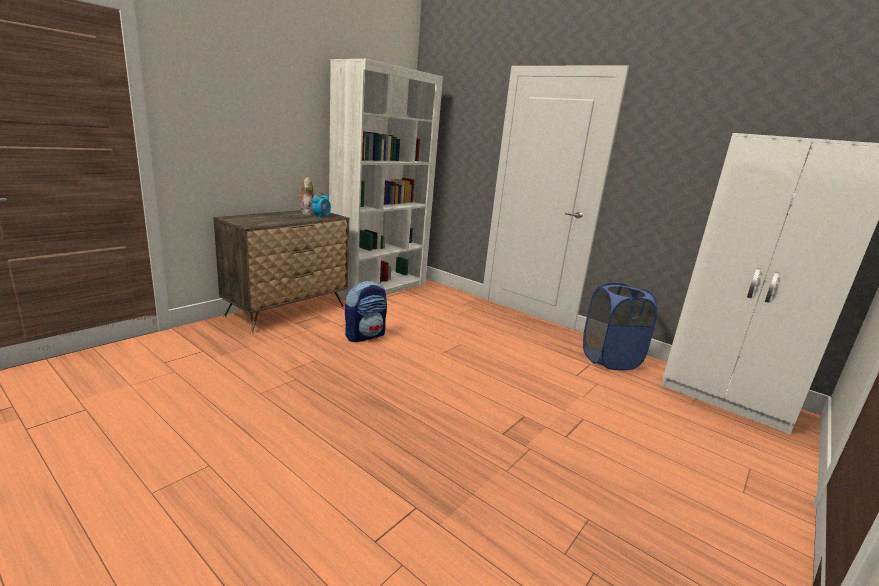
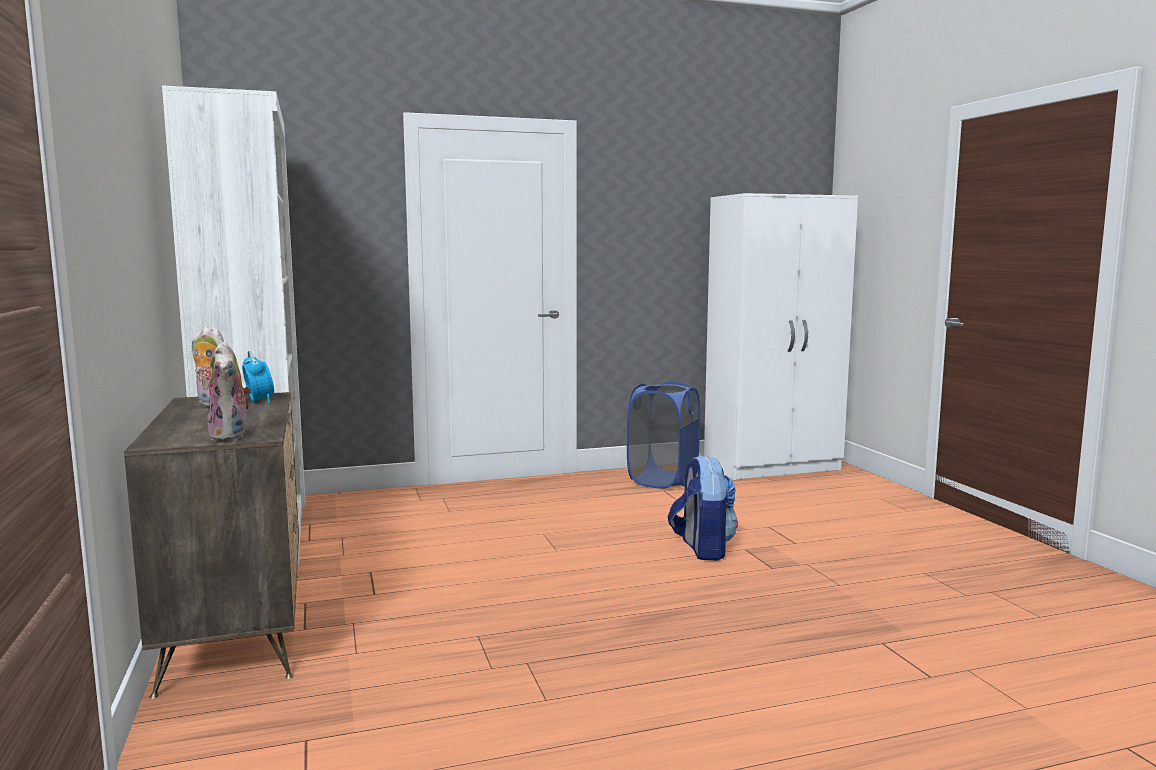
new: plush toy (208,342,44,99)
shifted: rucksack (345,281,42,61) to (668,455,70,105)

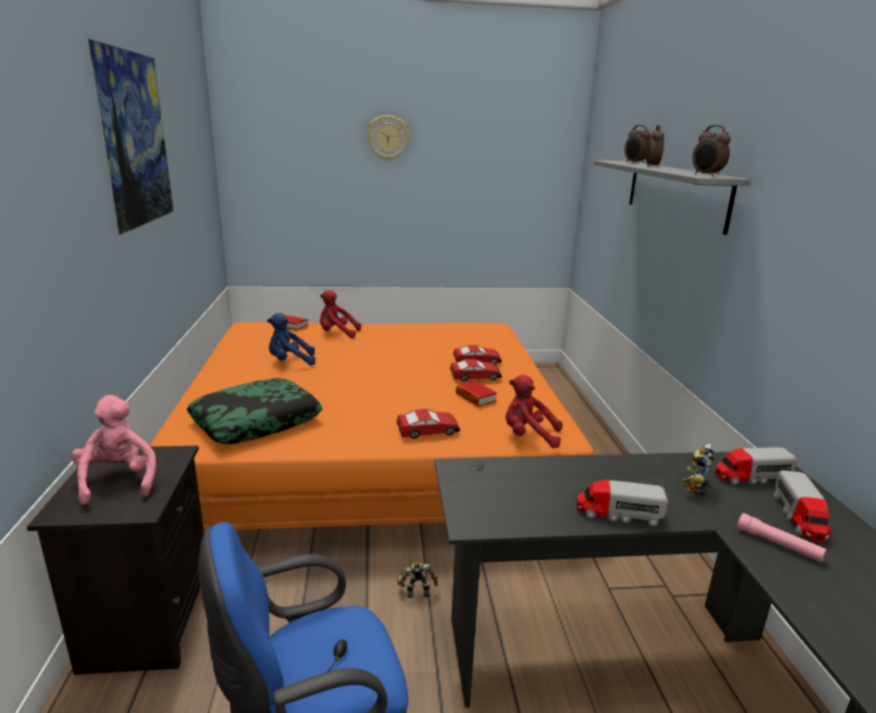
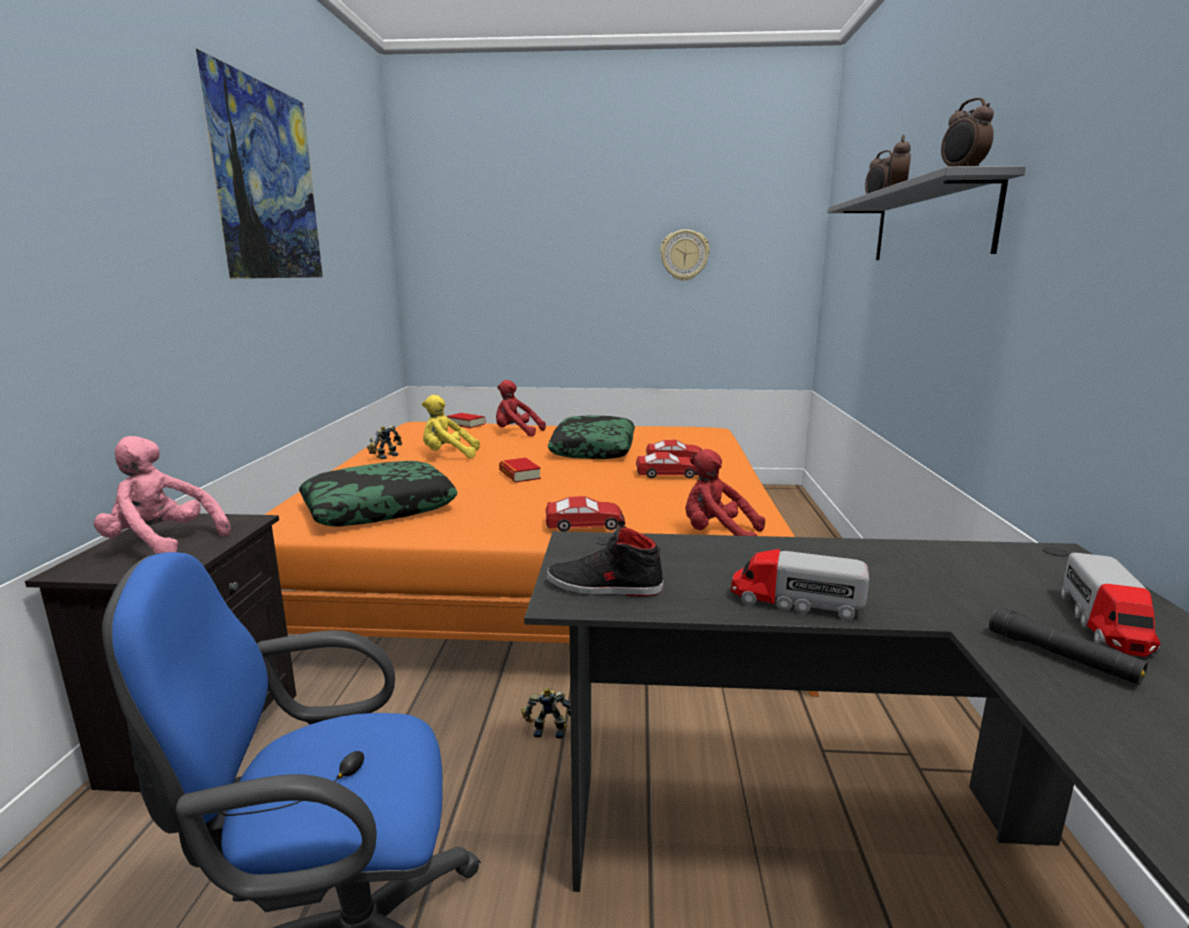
gone: toy lorry (715,447,82,38)
new: cushion (548,415,87,44); black-coloured low shoe (547,525,117,71)
shifted: clock on the wall (367,115,42,45) to (660,229,50,52); volume (456,381,41,26) to (499,458,42,25); toy robot (681,443,33,53) to (367,425,35,34)
repainted: blue plush toy (267,313,49,52) to yellowish plush toy (422,395,58,63); pink-coloured hand torch (737,513,89,49) to black-coloured hand torch (989,606,159,79)
rotated: pink-coloured plush toy (71,395,85,110) = (94,436,136,117) 60 degrees counterclockwise

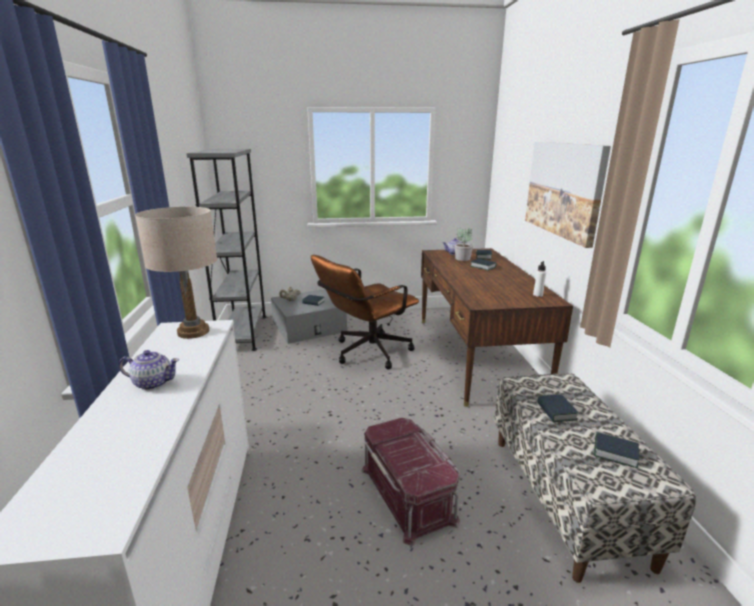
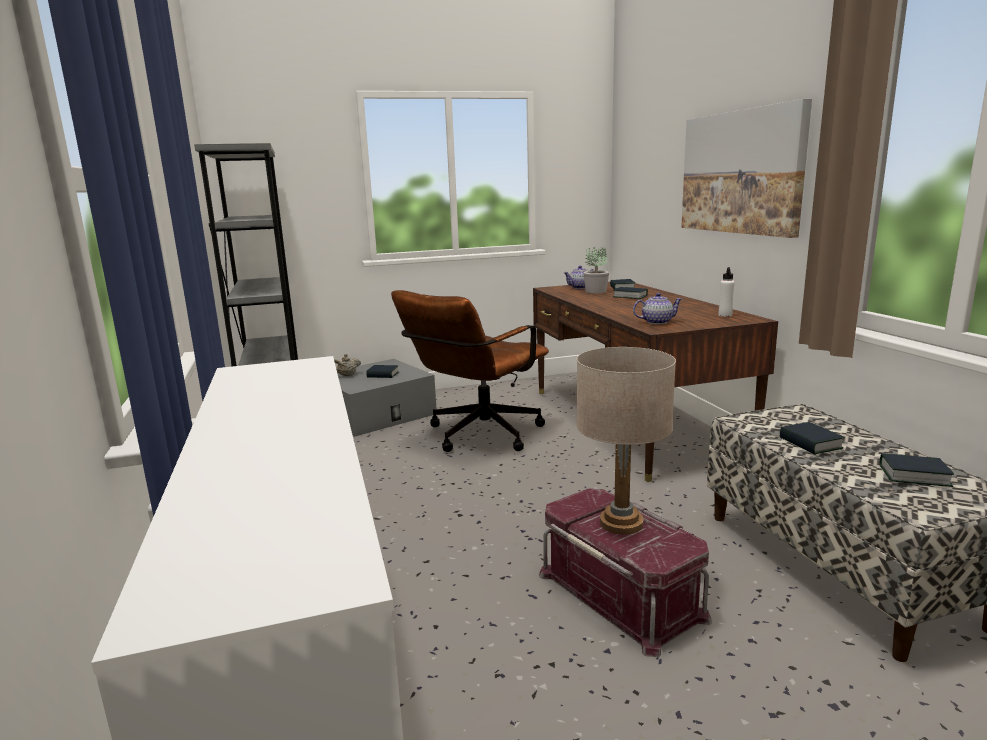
shifted: beige lamp for a table (135,207,82,132) to (576,347,100,188); teapot (119,350,60,40) to (633,293,49,31)

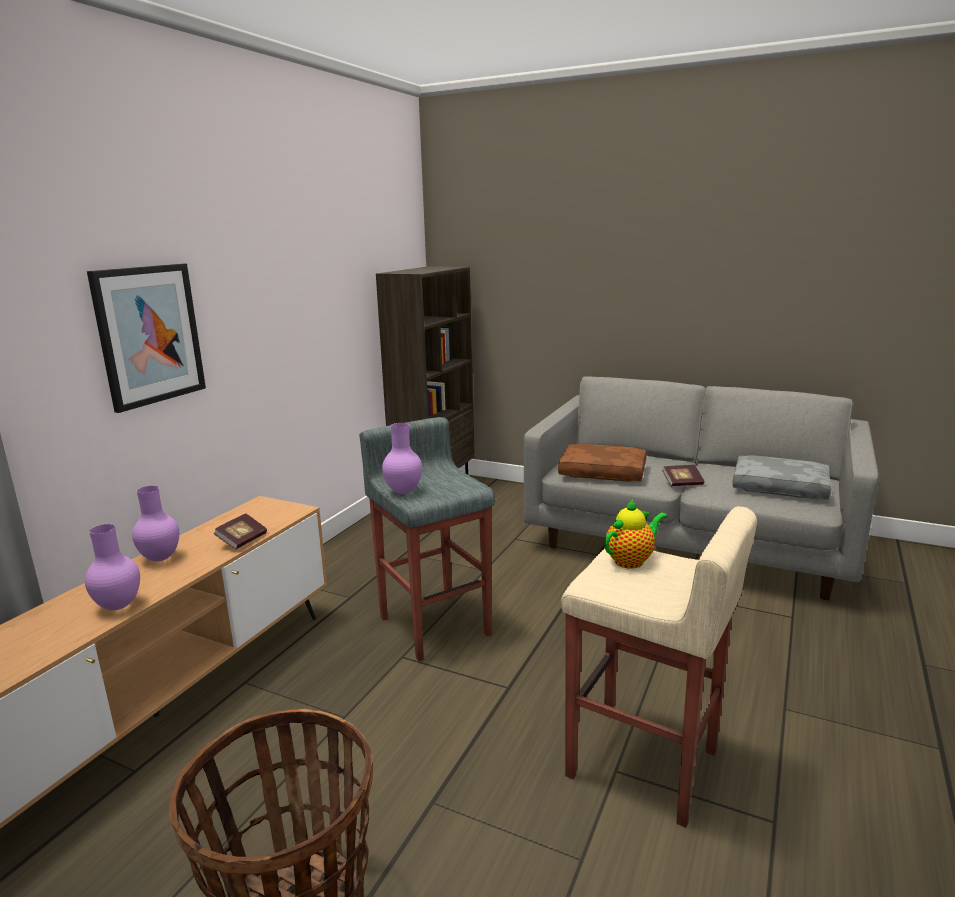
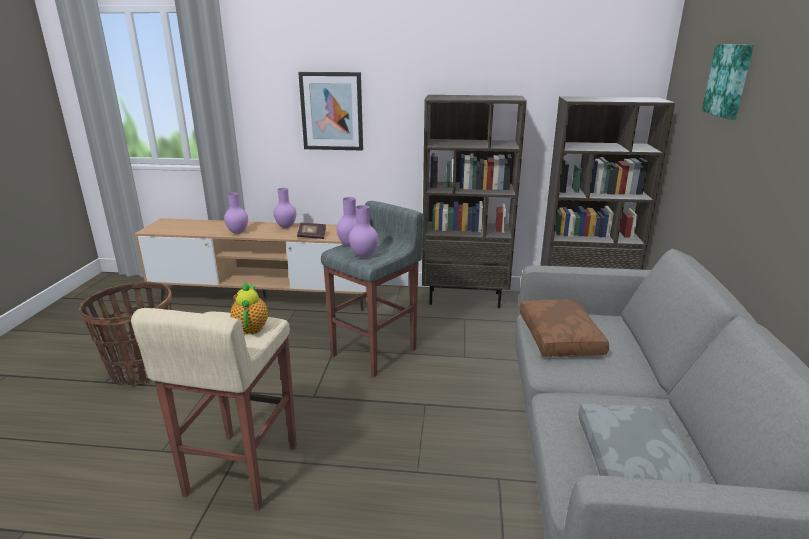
gone: volume (662,465,42,21)
new: wall art (702,44,52,75); brownish bookshelf (422,95,105,213); purple-coloured vase (349,205,29,53)
rotated: teapot (605,499,63,70) = (230,282,38,53) 135 degrees counterclockwise

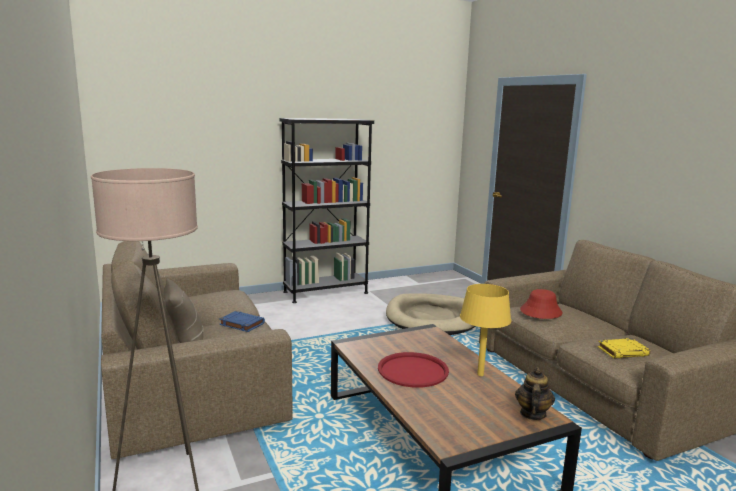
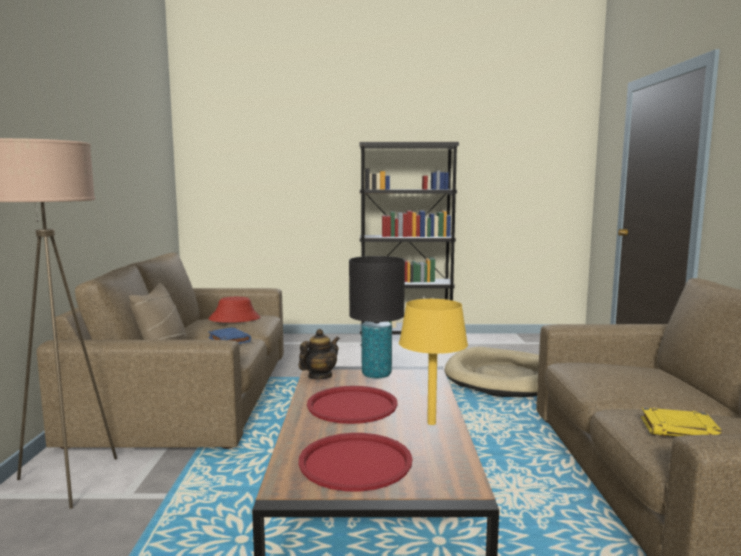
new: black-coloured lamp for a table (349,256,56,122); red-coloured serving tray (299,433,113,59)
shifted: red-coloured hat (520,289,43,30) to (208,297,53,26); teapot (515,367,40,53) to (298,329,42,50)

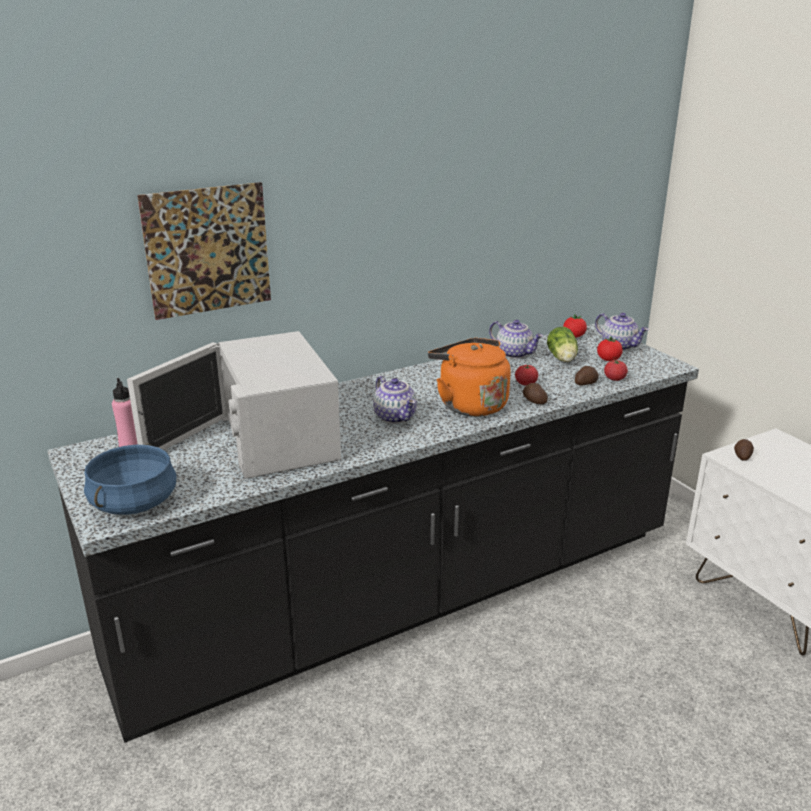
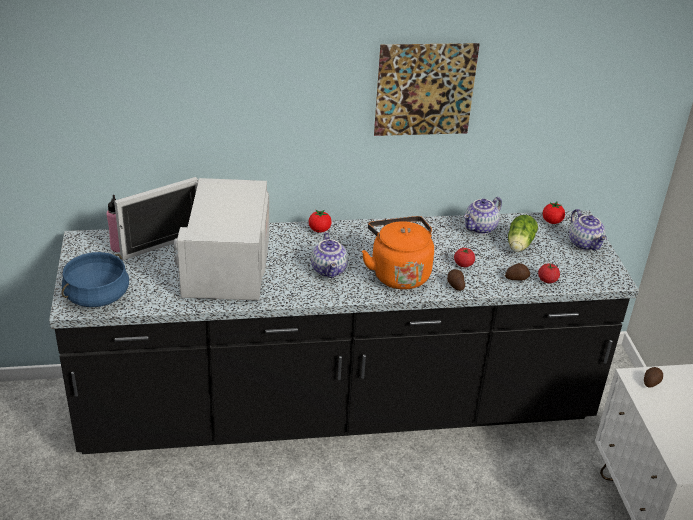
shifted: wall art (137,182,134,138) to (374,43,106,93); whole tomato (597,337,26,24) to (309,210,23,23)
rotated: teapot (489,320,54,39) = (464,197,38,37) 75 degrees clockwise

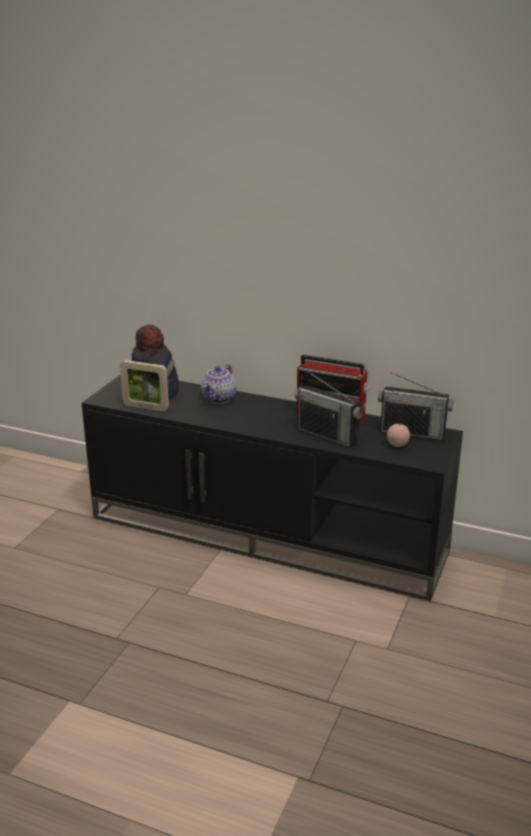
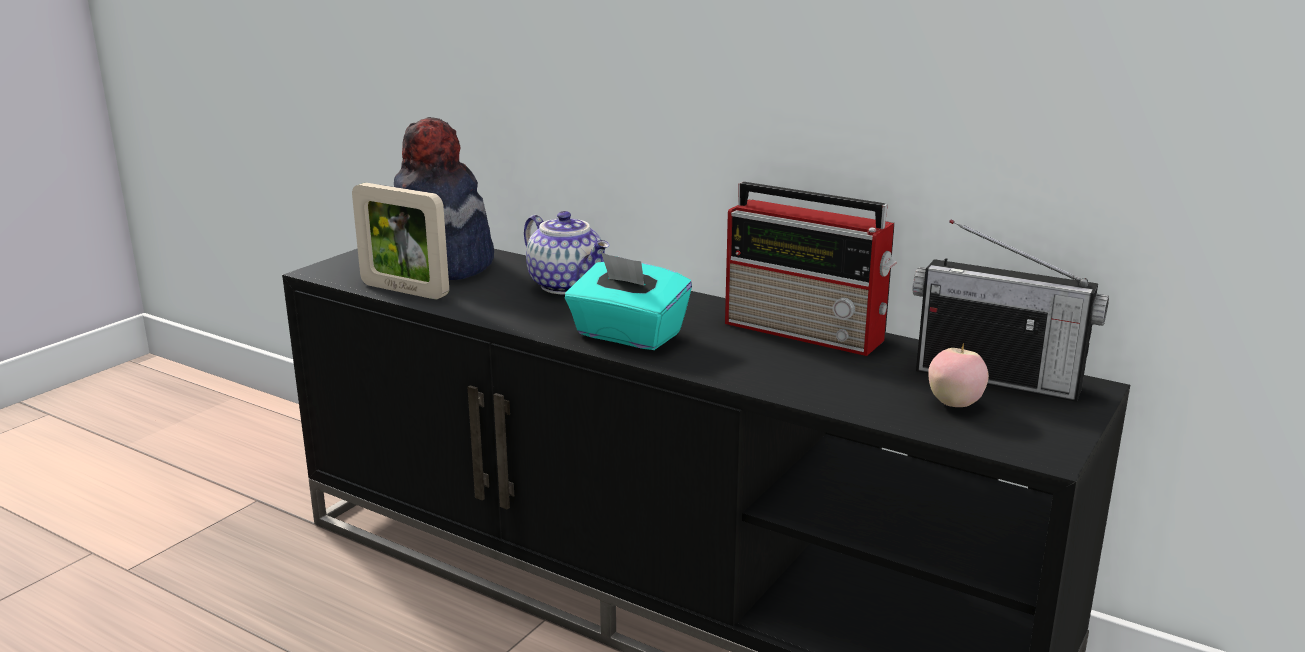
gone: radio (295,372,68,76)
new: blue-green tissue holder (565,252,127,98)
rotated: teapot (201,364,36,40) = (524,211,85,84) 75 degrees counterclockwise

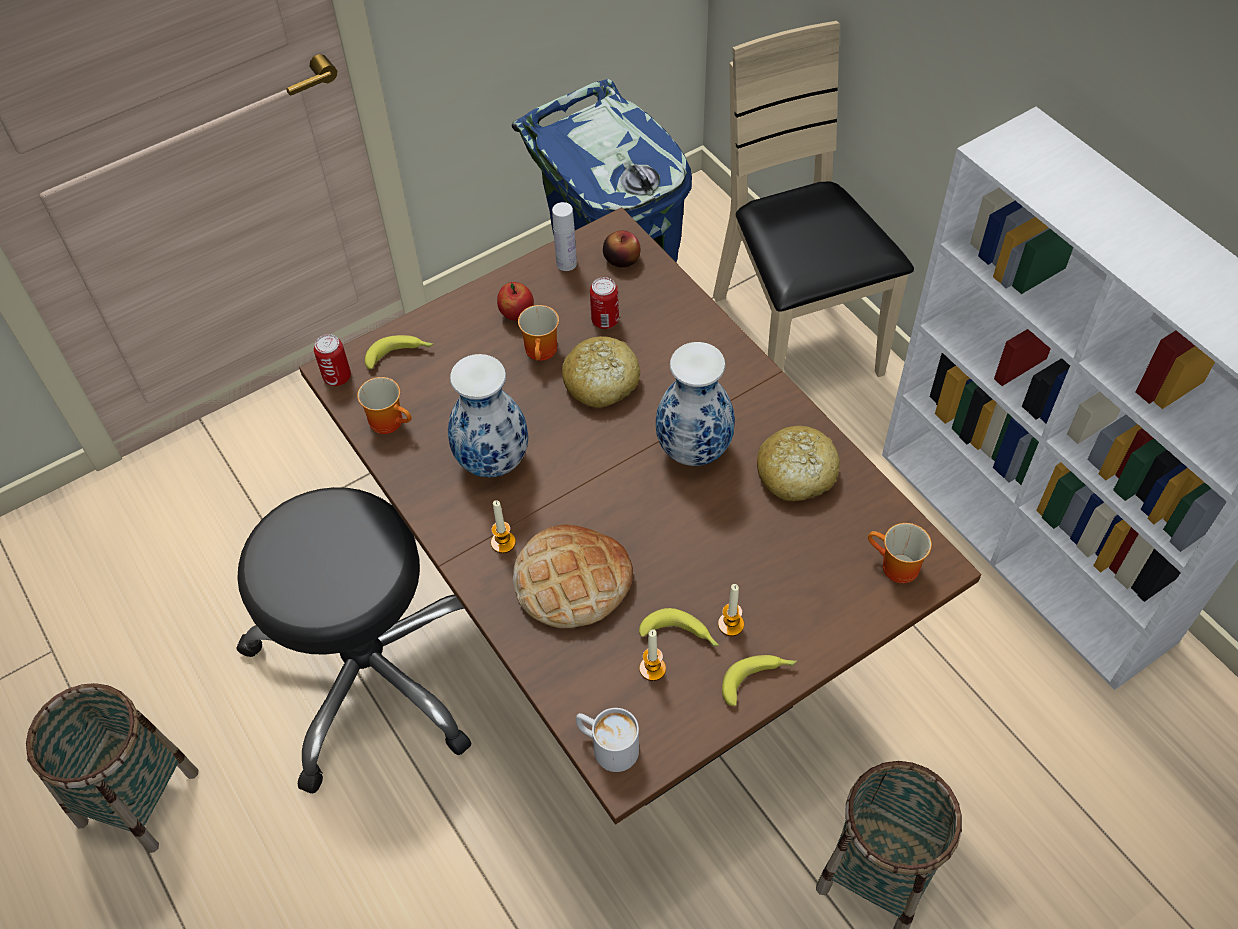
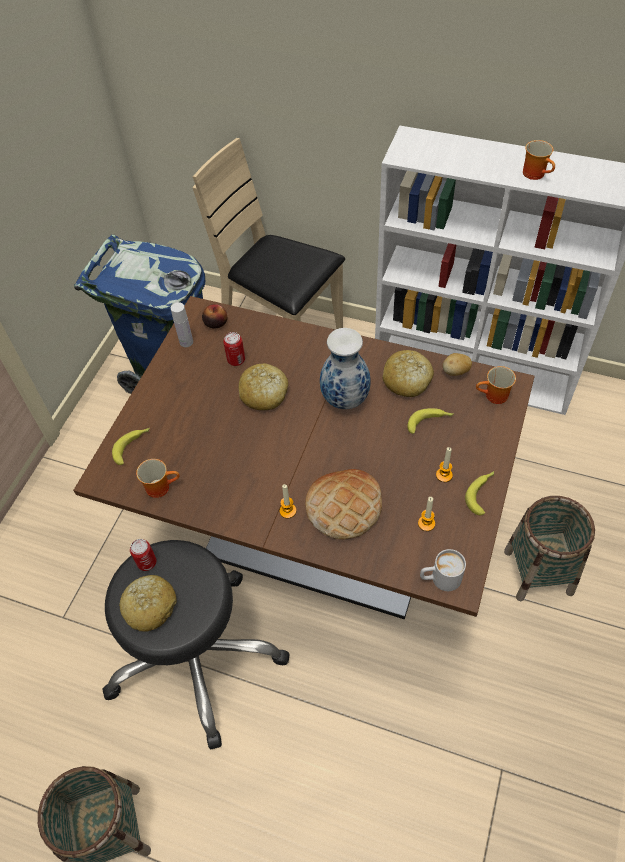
gone: whole apple (497,282,37,39); vase (448,354,80,124)
new: potato (443,353,29,23); bakery bread (119,575,58,57)
shifted: tea mug (518,305,41,56) to (523,140,32,40); sealed can (314,334,37,52) to (130,539,26,32); banana fruit (639,608,80,39) to (407,408,46,26)

